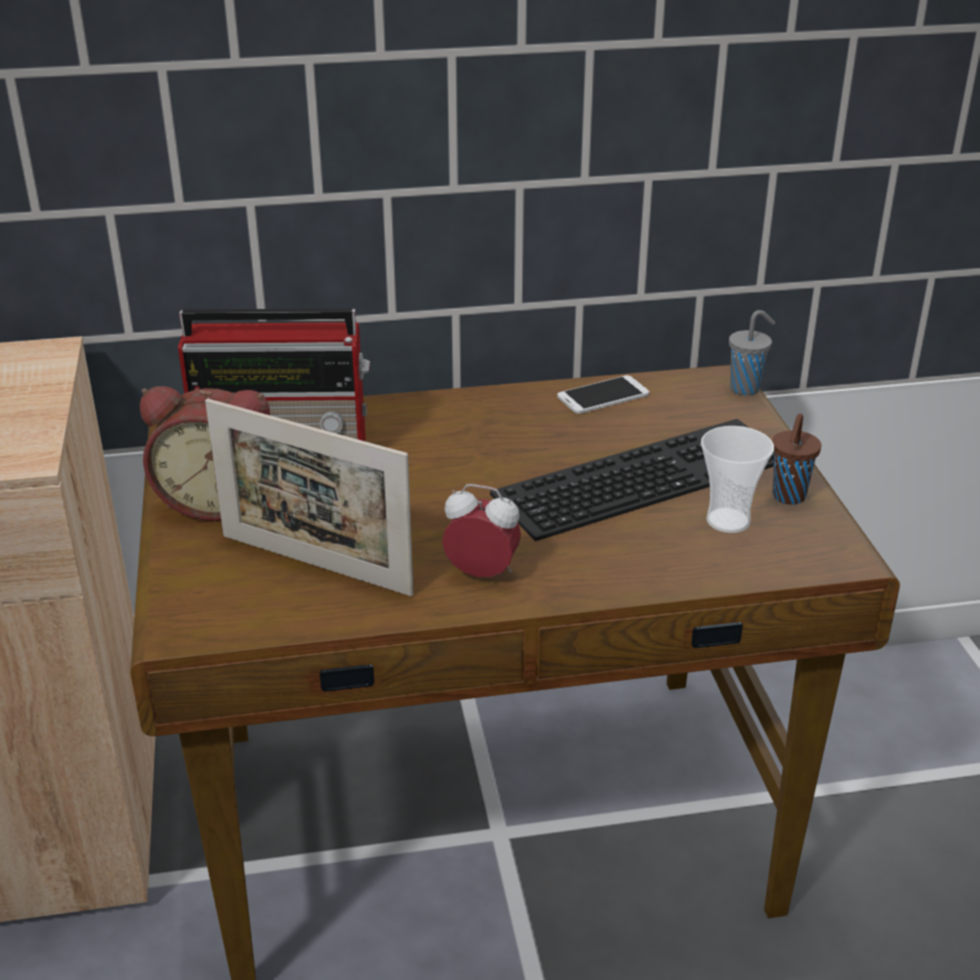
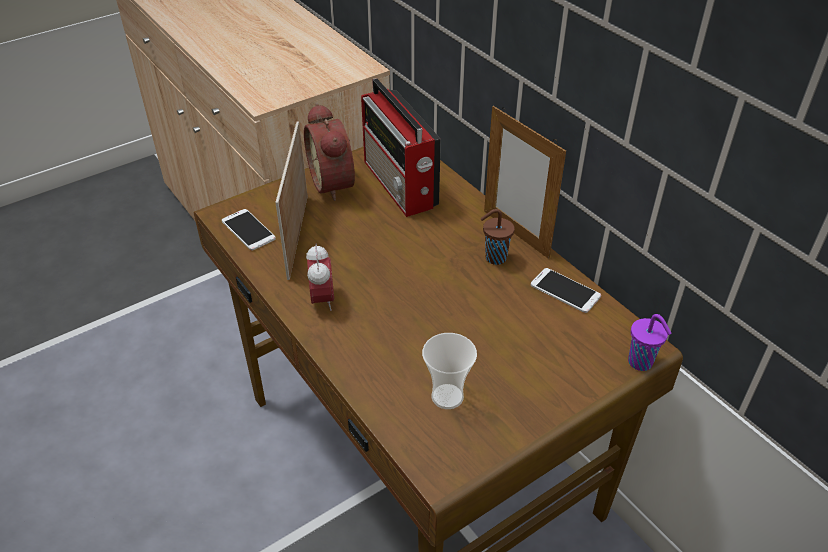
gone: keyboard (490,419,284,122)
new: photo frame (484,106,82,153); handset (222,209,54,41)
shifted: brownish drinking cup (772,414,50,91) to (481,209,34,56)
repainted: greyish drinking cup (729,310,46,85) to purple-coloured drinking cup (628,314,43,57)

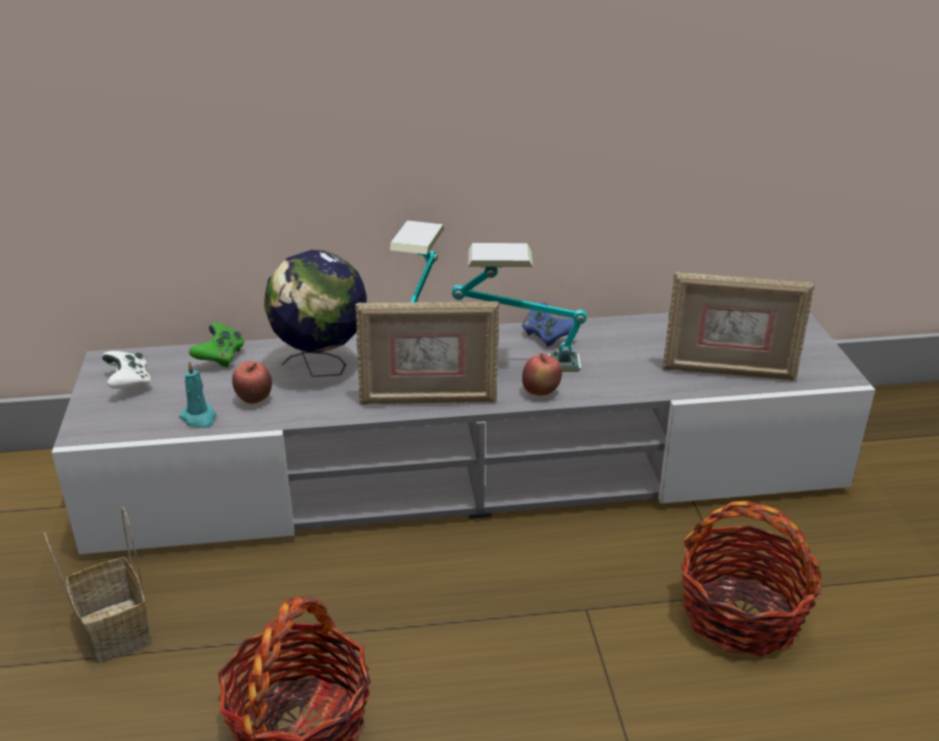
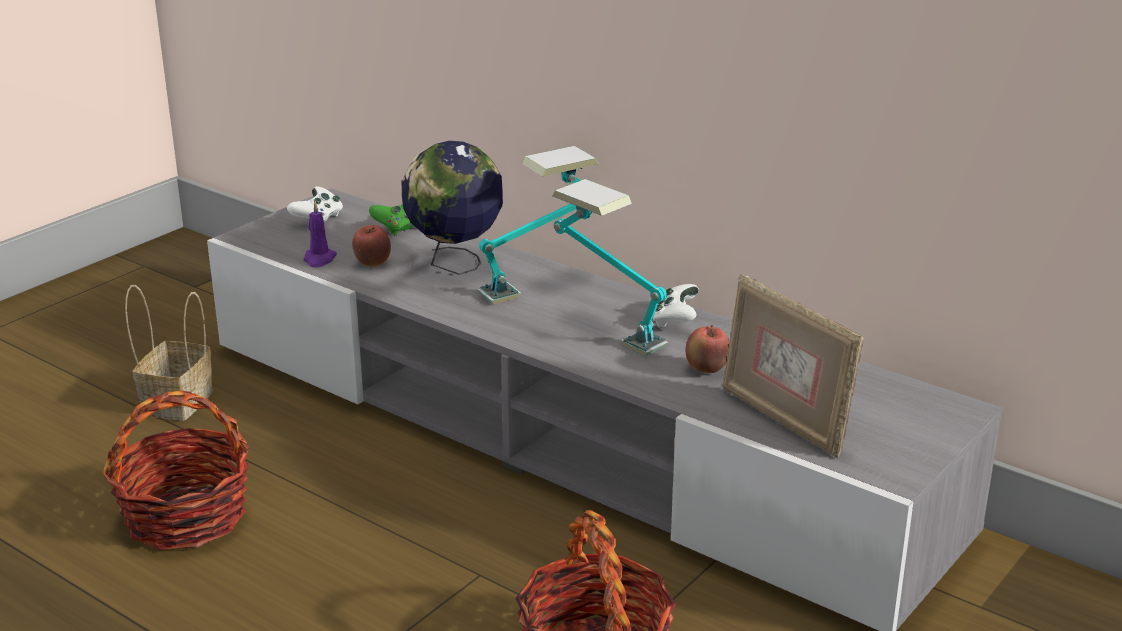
gone: photo frame (355,301,144,104)
shifted: whole apple (522,353,40,43) to (685,325,44,48)
repainted: blue game controller (522,303,52,44) to whitish game controller (653,284,46,44); blue-green candle (179,361,38,67) to purple-coloured candle (304,201,33,67)

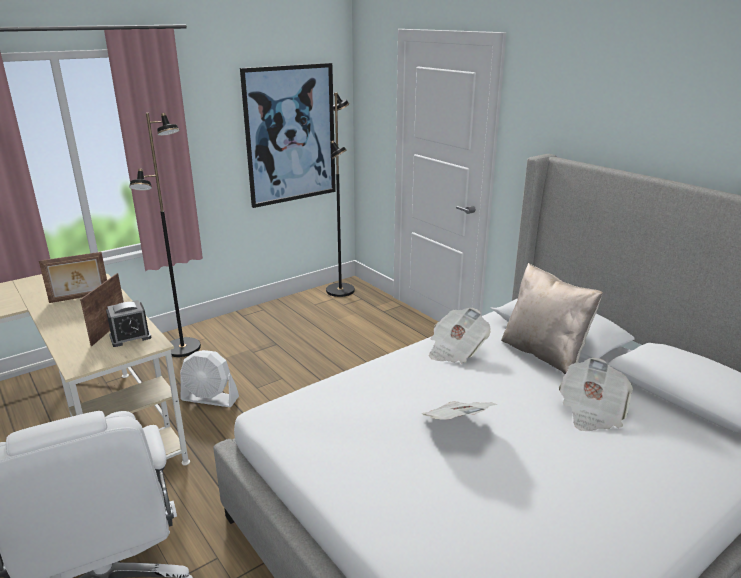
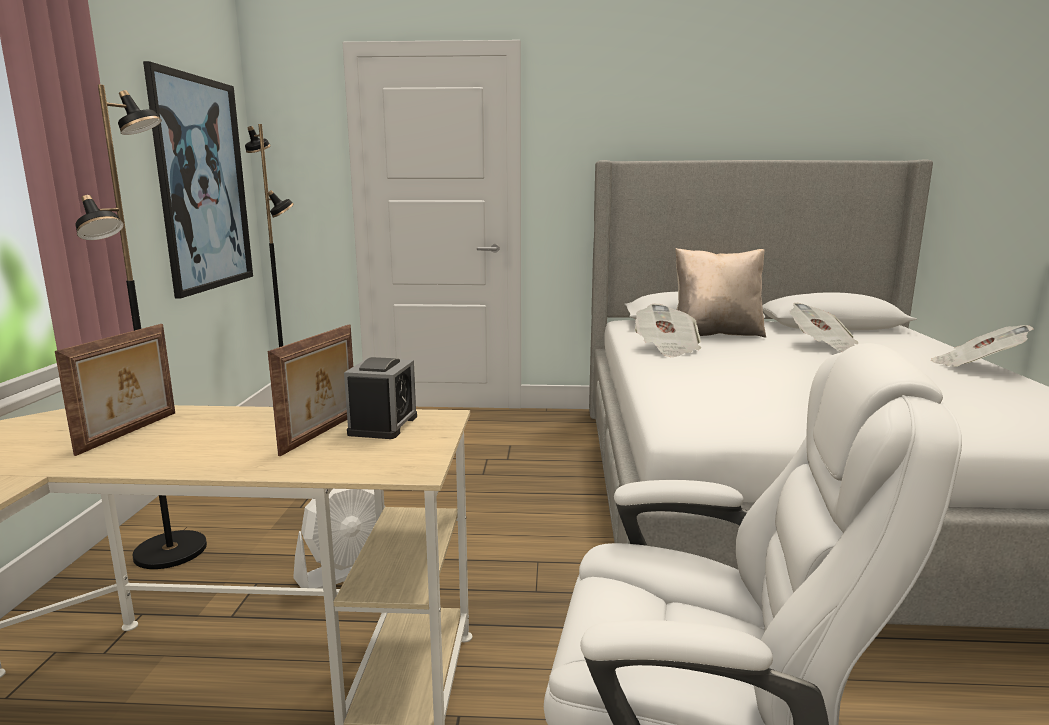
shifted: newspaper (421,401,76,19) to (931,325,103,42)
rotated: photo frame (80,273,44,73) = (268,325,85,131) 120 degrees counterclockwise

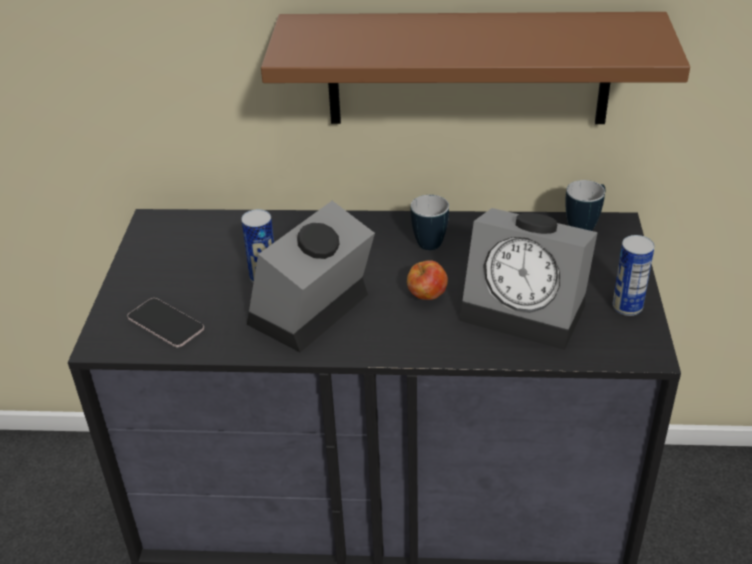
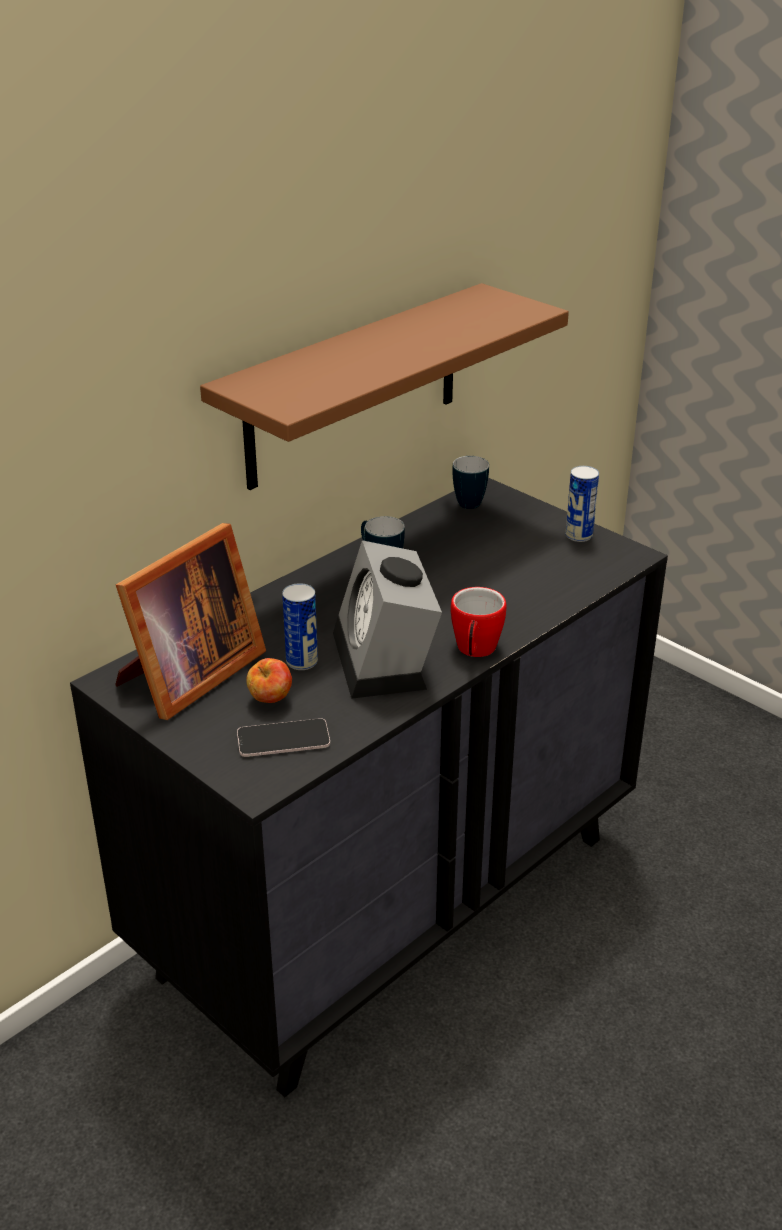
gone: bedside clock (460,208,138,142)
new: photo frame (115,523,151,197); tea mug (451,587,55,70)
shifted: whole apple (407,260,41,40) to (246,658,46,45)

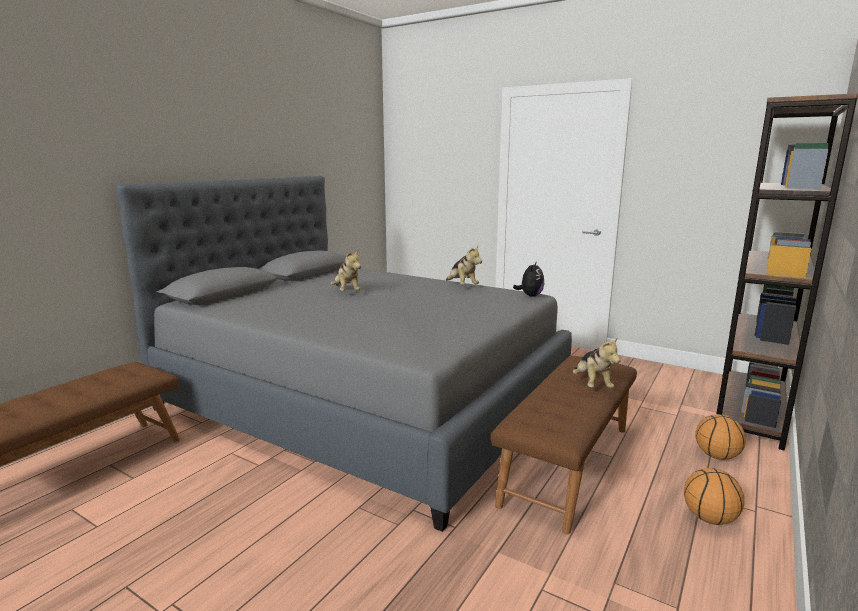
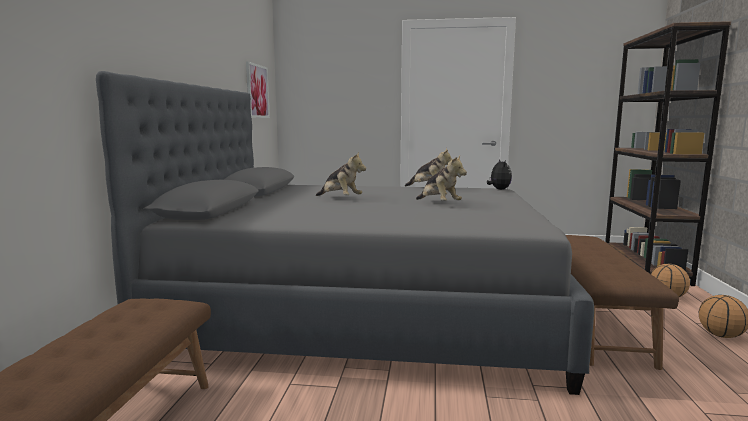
new: wall art (246,62,24,56)
shifted: plush toy (573,337,48,51) to (416,156,51,45)

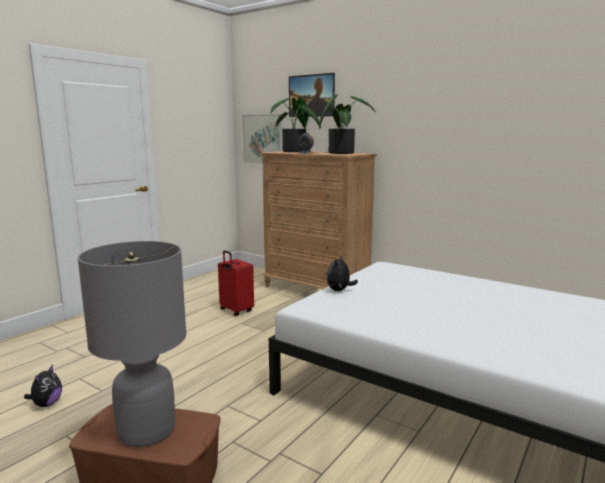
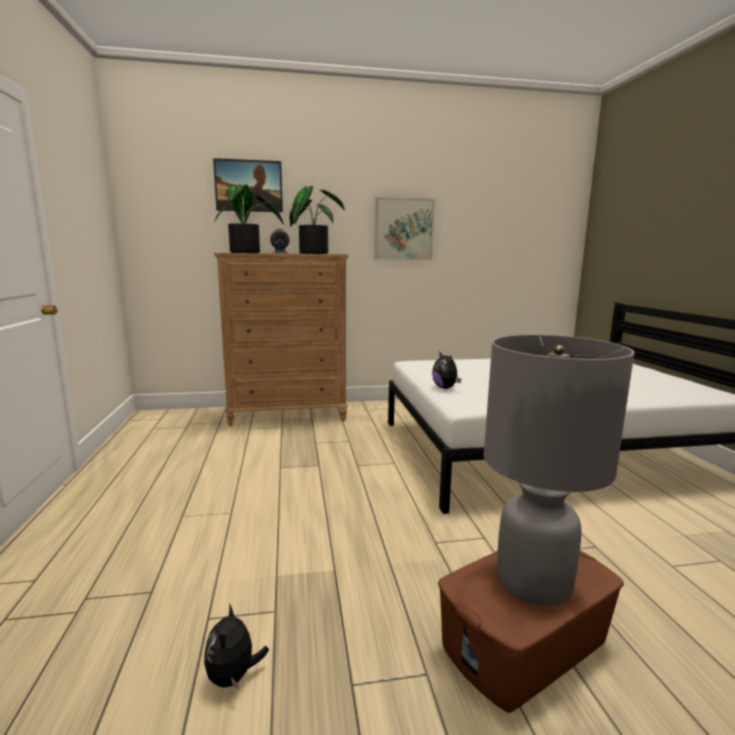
gone: red-coloured suitcase (218,250,36,66)
shifted: wall art (242,114,40,50) to (375,197,60,63)
rotated: plush toy (24,365,38,42) = (204,603,65,87) 150 degrees counterclockwise

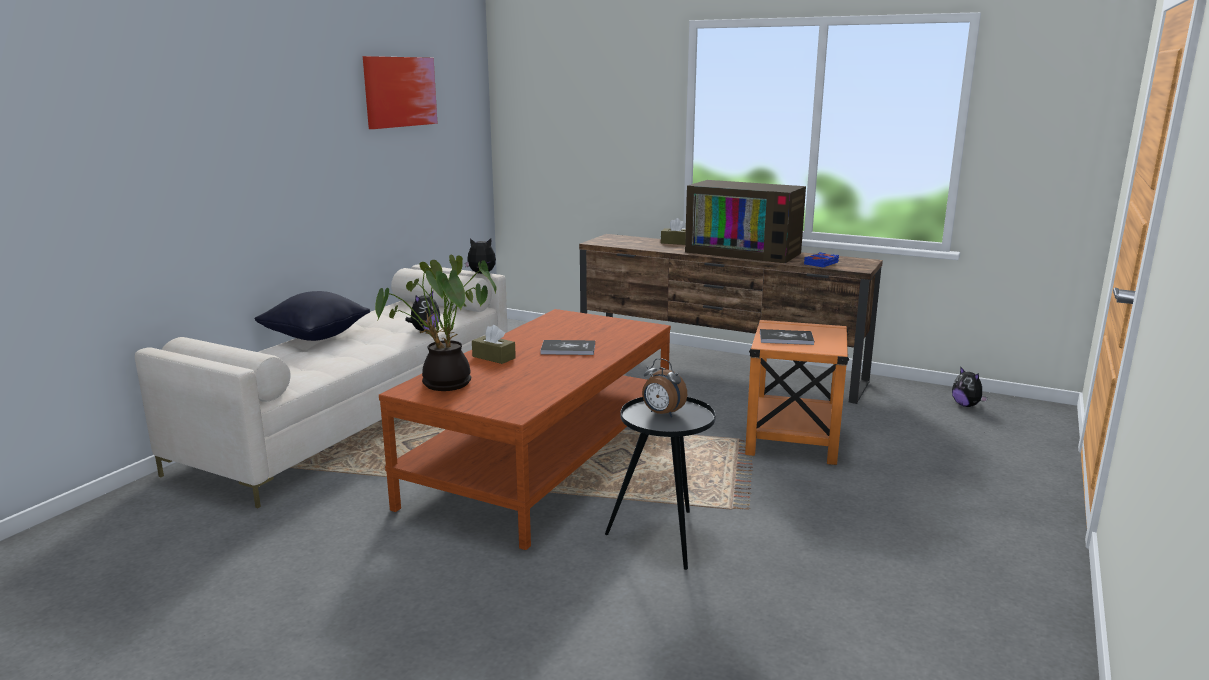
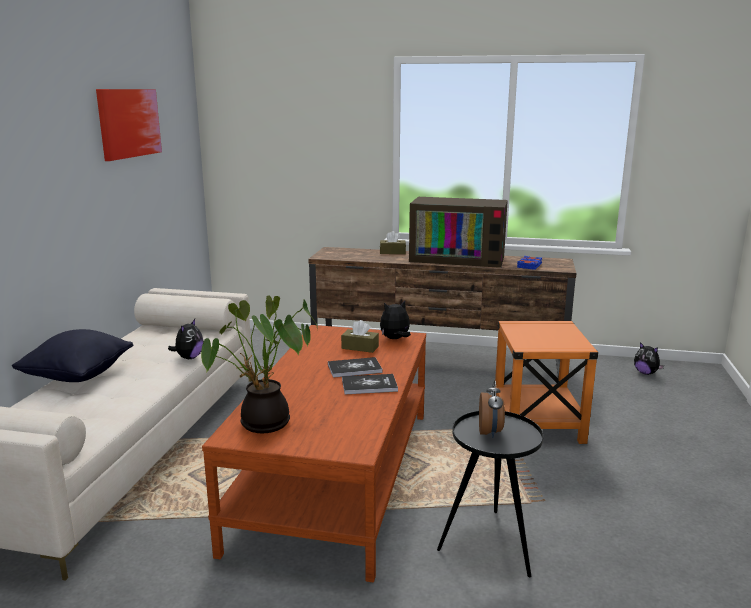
shifted: plush toy (465,238,31,36) to (380,301,31,38); brownish tissue holder (472,325,44,39) to (341,320,38,33); volume (760,329,54,16) to (342,374,56,20)
rotated: bedside clock (642,358,45,59) = (479,380,26,58) 105 degrees counterclockwise

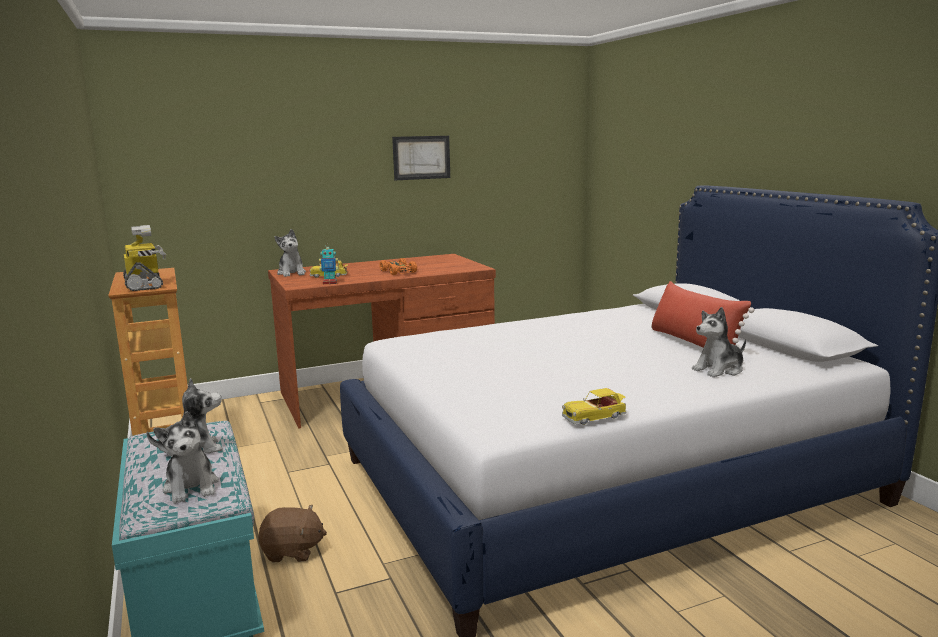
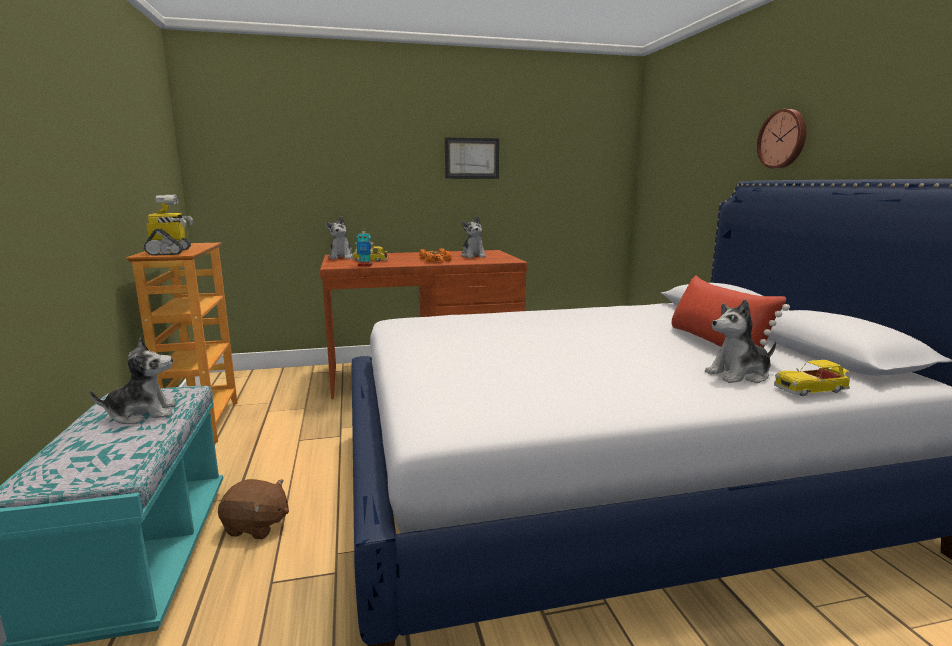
new: clock on the wall (757,109,49,60)
shifted: model car (562,388,65,37) to (774,360,76,36); plush toy (153,411,66,93) to (461,216,25,42)

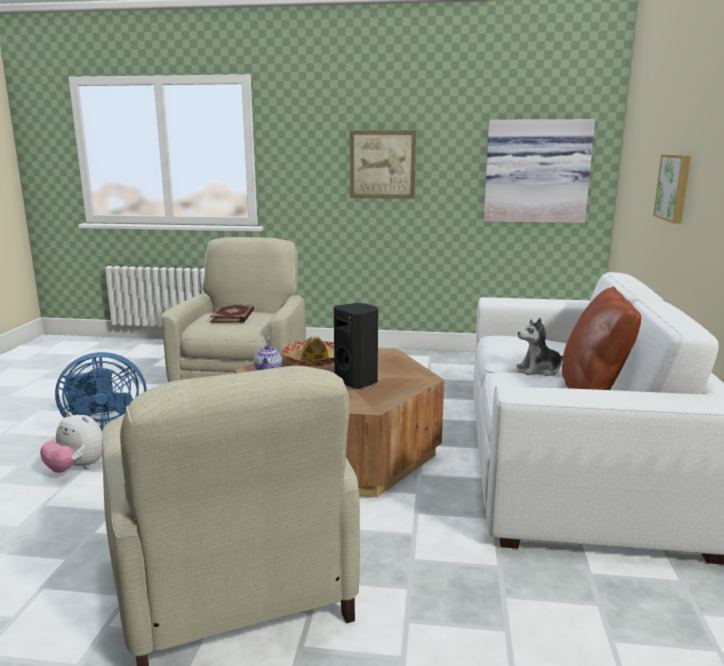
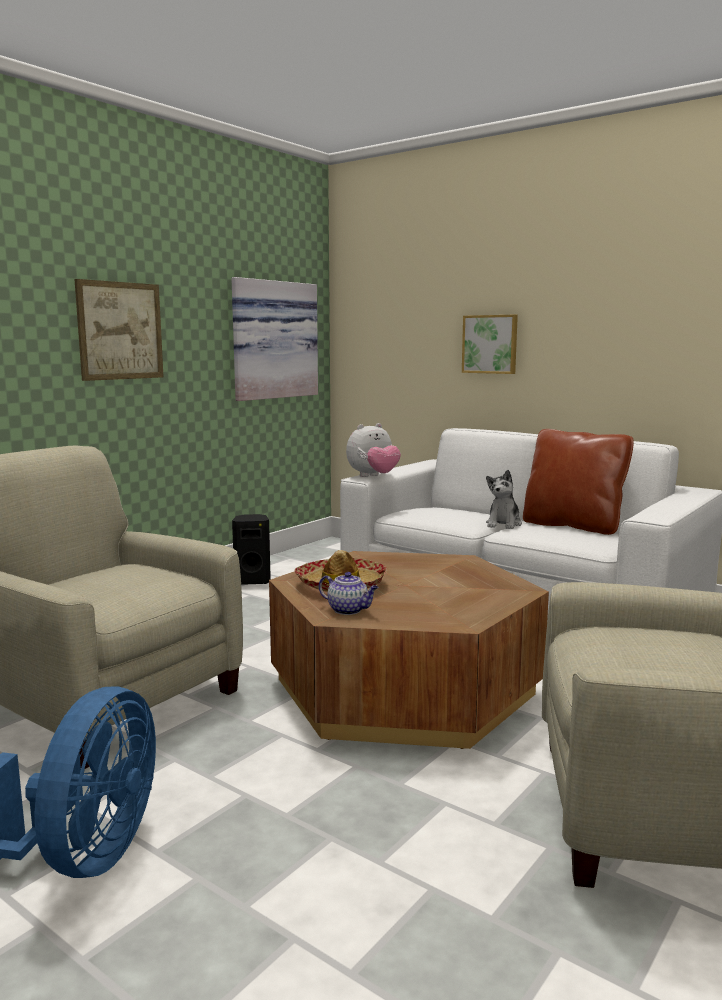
gone: volume (210,304,44,19)
shifted: black-coloured speaker (334,303,44,86) to (232,514,39,71); plush toy (40,412,62,61) to (346,423,55,54)

